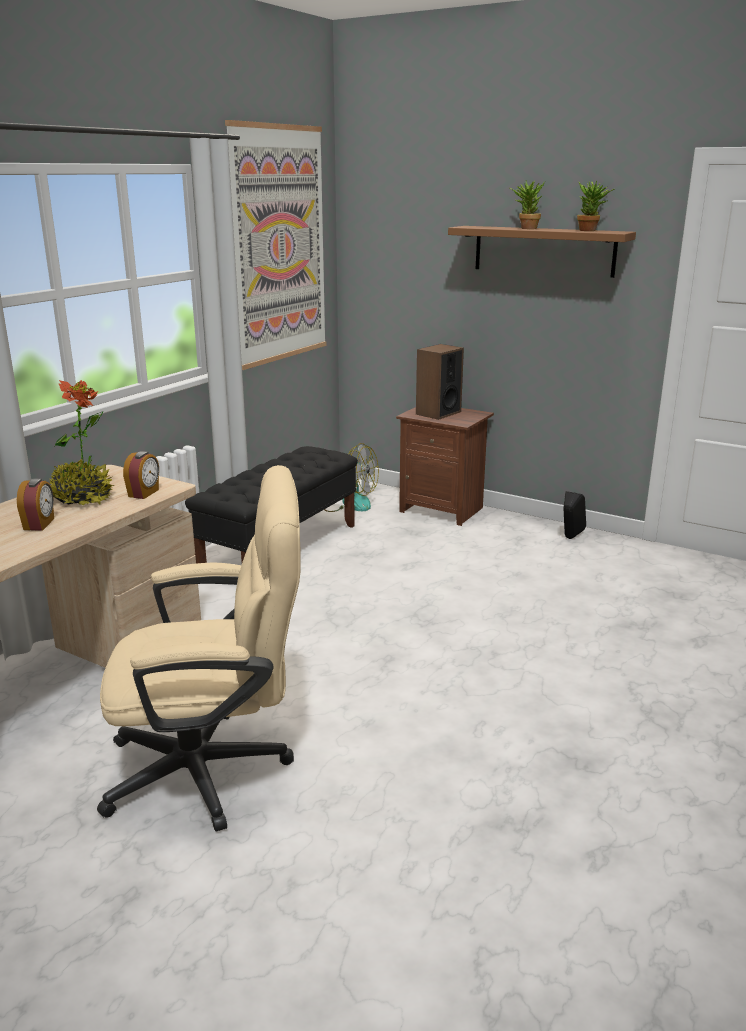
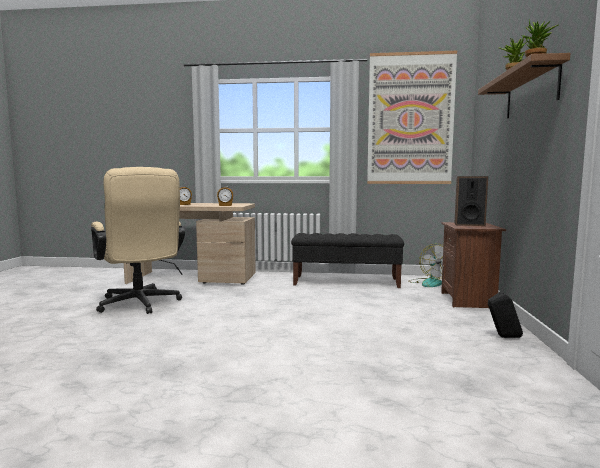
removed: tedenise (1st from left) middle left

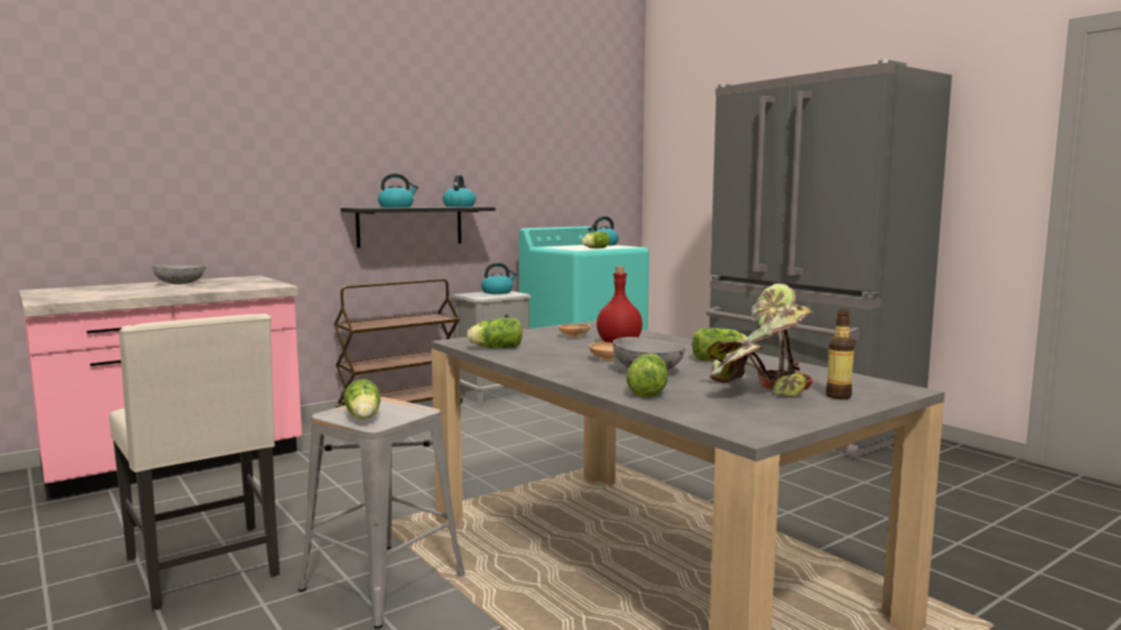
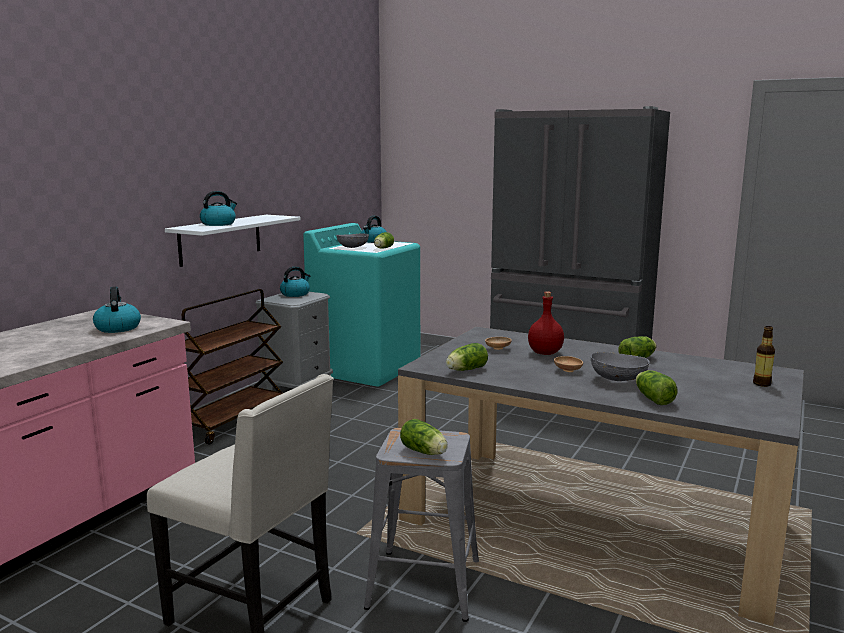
removed: tedenise middle right
moved: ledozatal (2nd from left in the first image) top centre to ledozatal (1st from left) middle left; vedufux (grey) (1st from left) middle left to centre
recoloured: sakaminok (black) centre to sakaminok (white) middle left

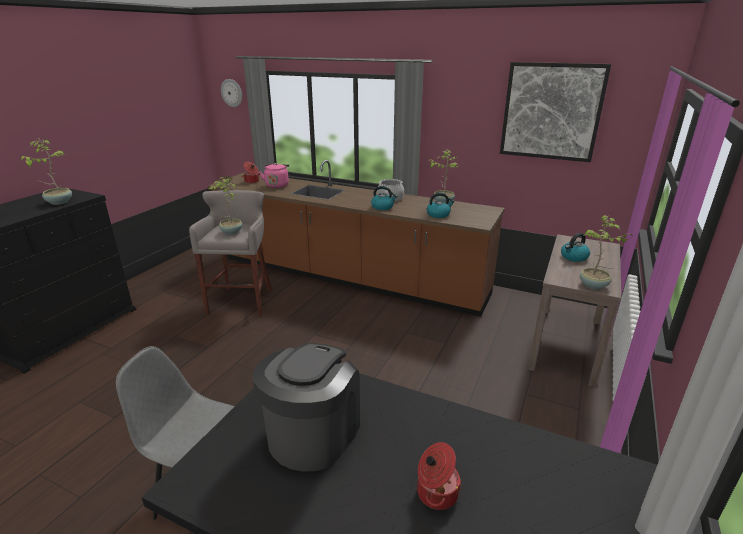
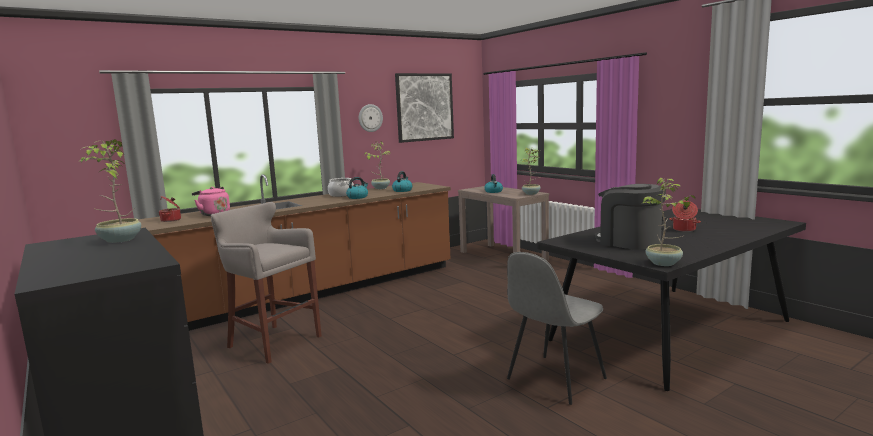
moved: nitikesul top left to top centre; tedenise (2nd from left in the first image) middle left to tedenise (4th from left) middle right

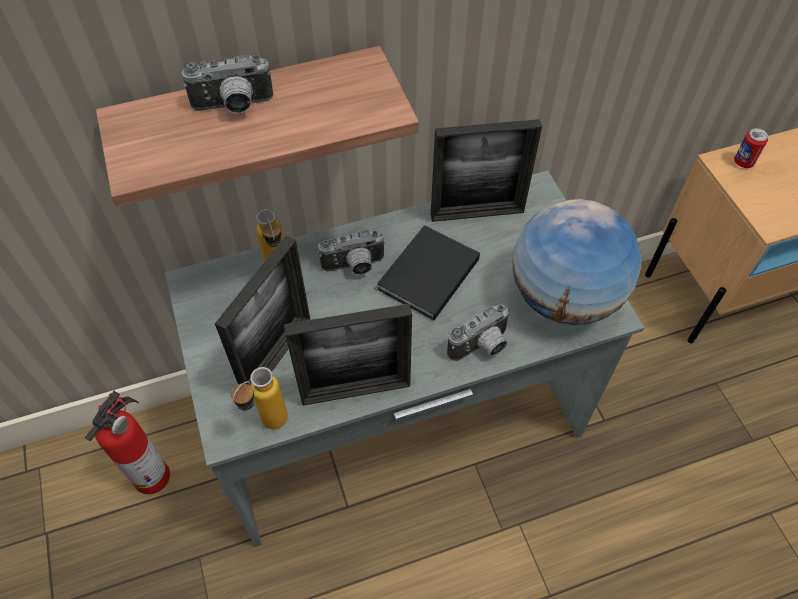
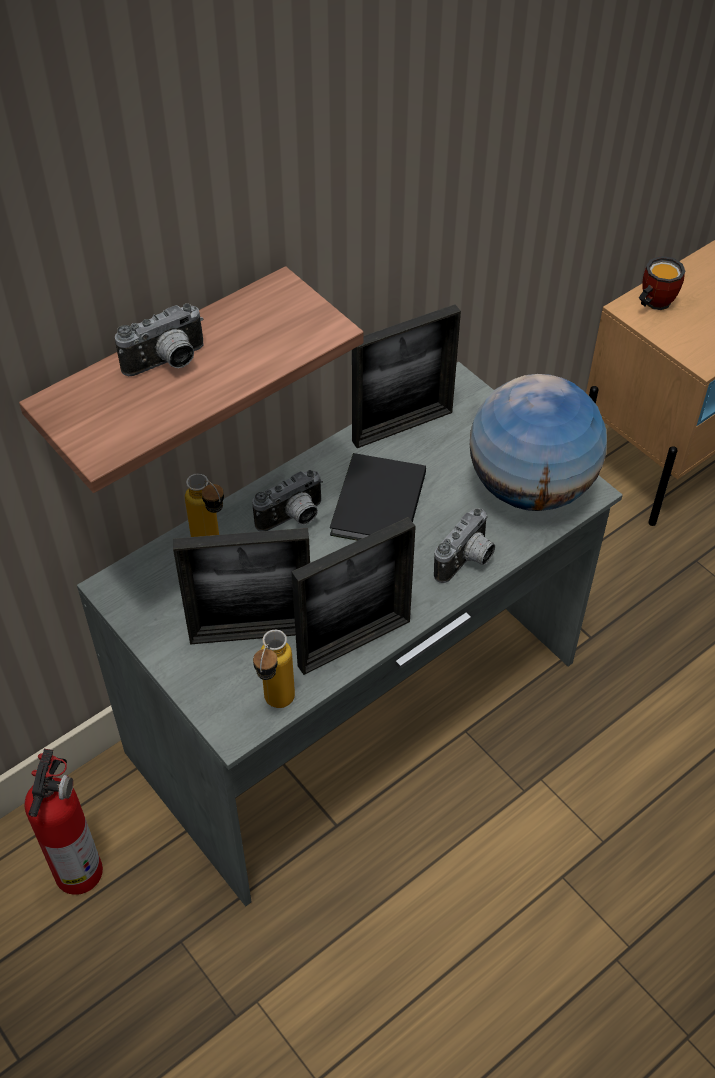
replaced: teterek top right to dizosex top right
turned: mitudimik (1st from left) middle left = centre 75 degrees clockwise

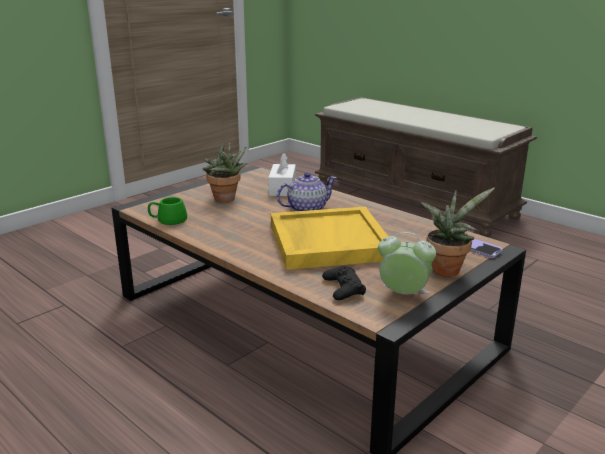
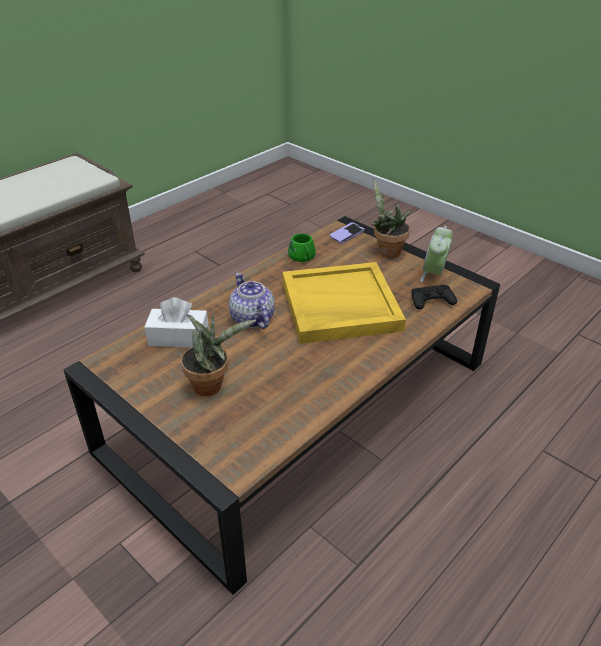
moved: dizosex (green) middle left to centre

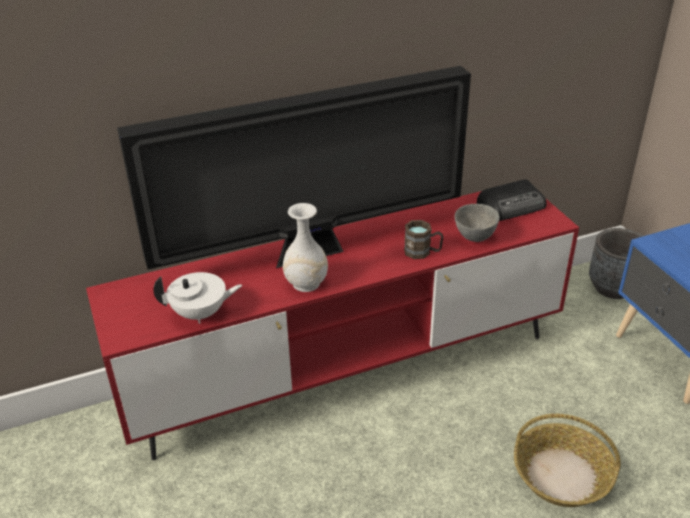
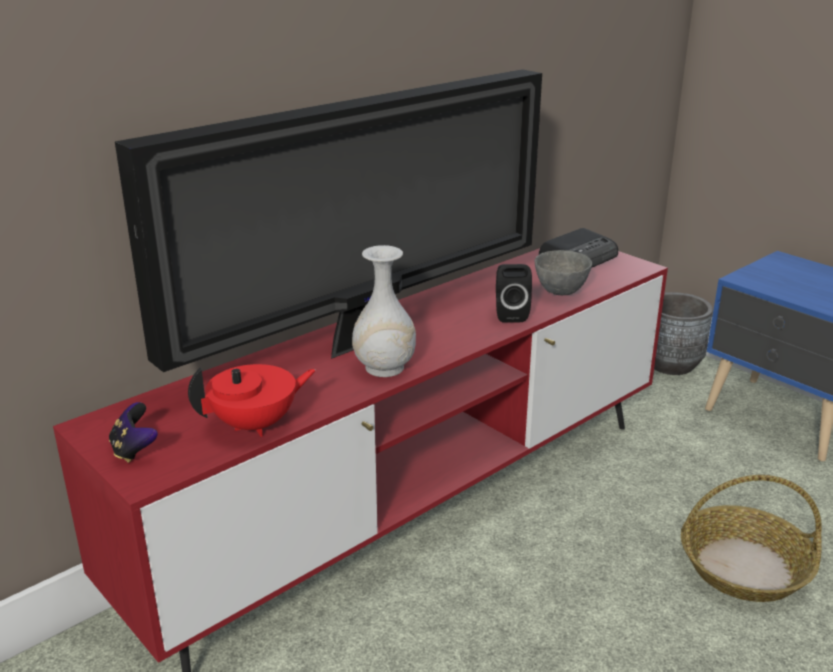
added: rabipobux middle left
replaced: dizosex (brown) centre to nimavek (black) centre
recoloured: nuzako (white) middle left to nuzako (red) middle left

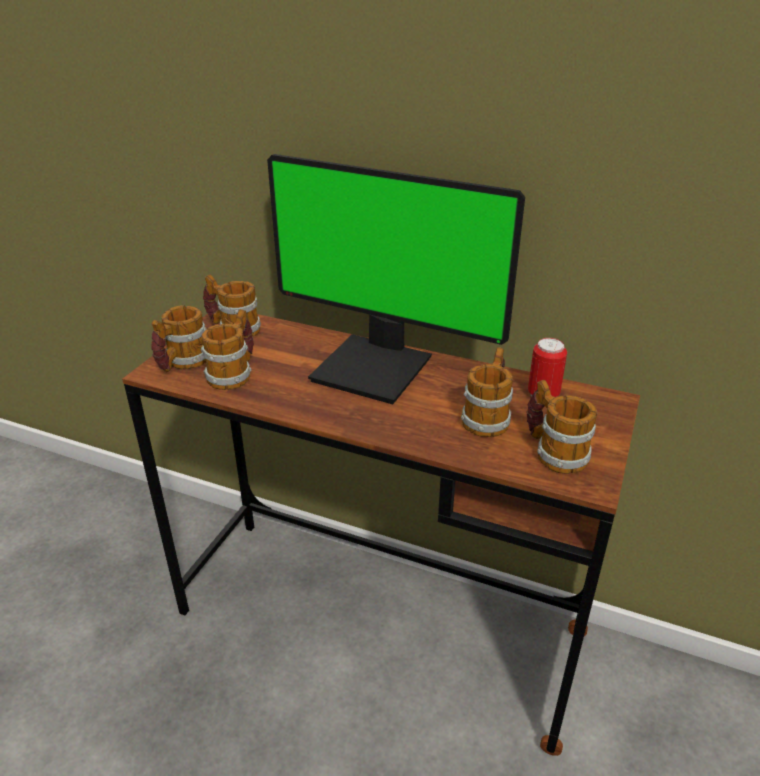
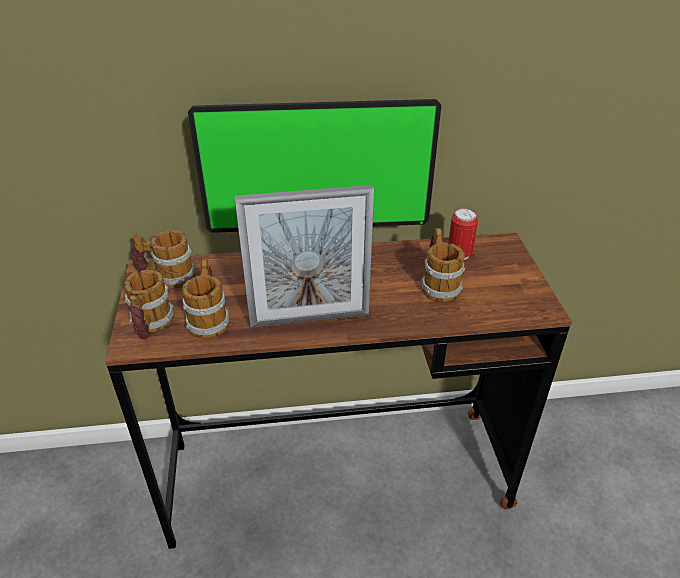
removed: dizosex (5th from left) middle right
added: mitudimik centre

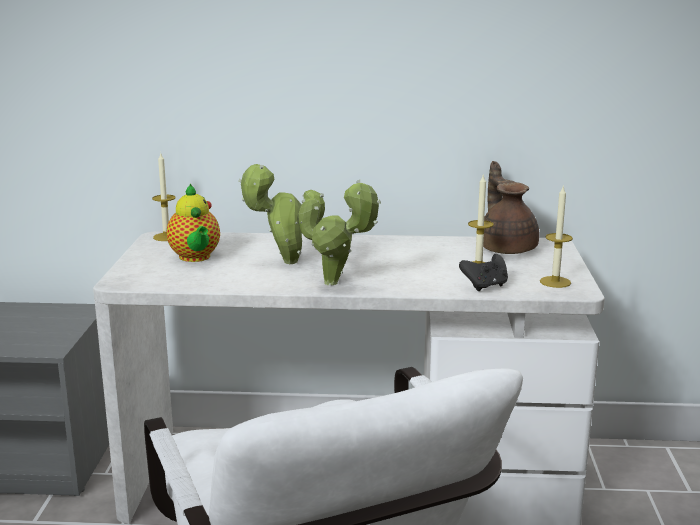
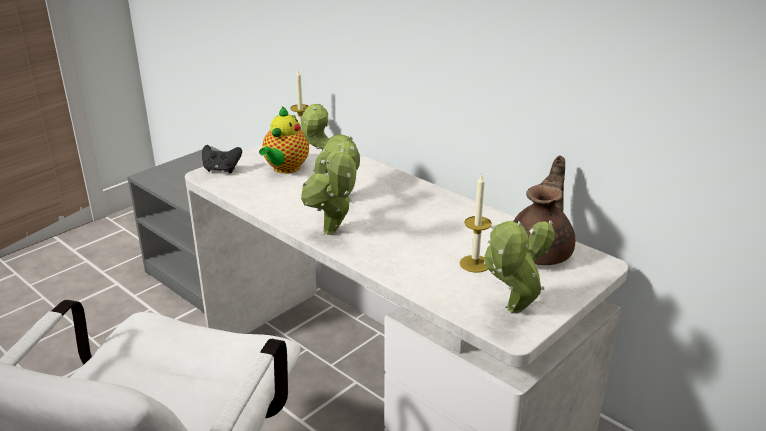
moved: rabipobux (black) middle right to middle left
replaced: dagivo (3rd from left) middle right to tedenise (3rd from left) middle right

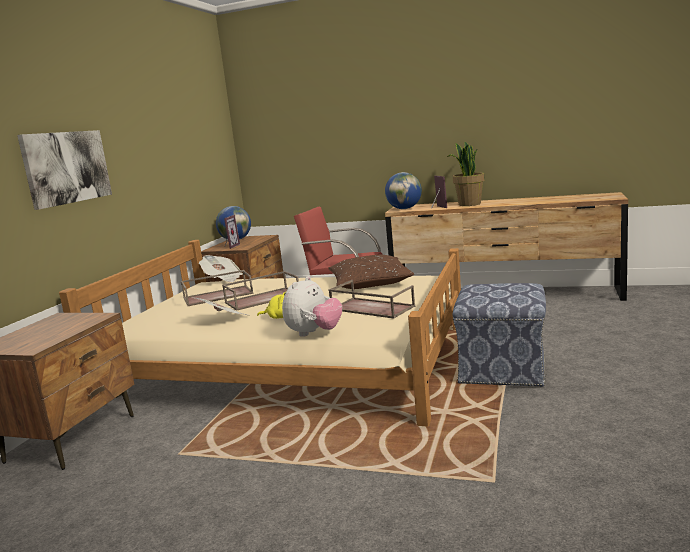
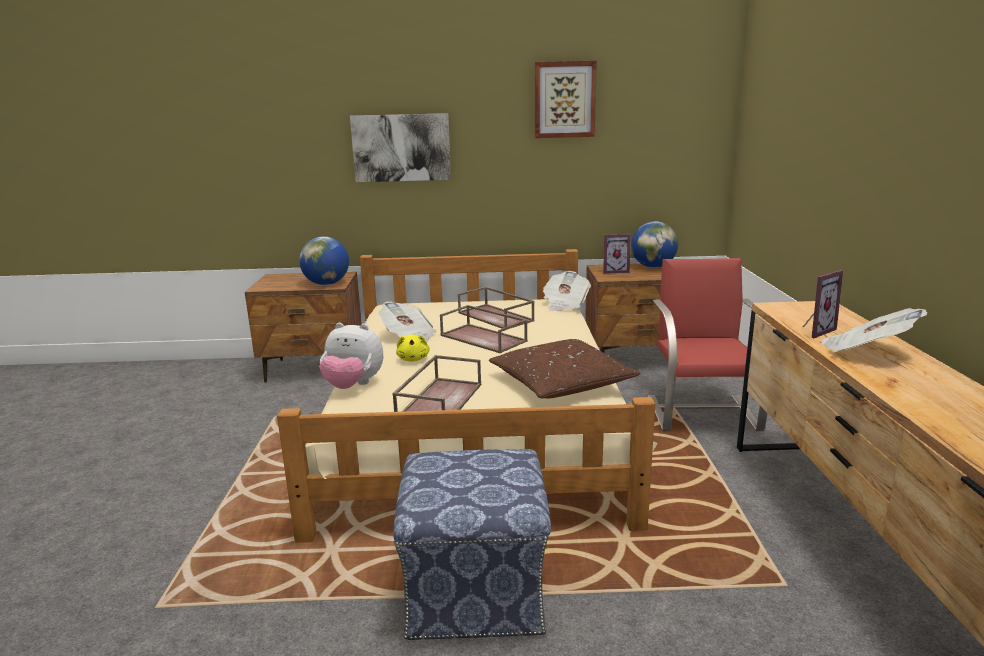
added: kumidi (2nd from left) top centre
moved: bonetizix (2nd from left in the first image) centre to bonetizix (1st from left) middle left
replaced: tedenise top right to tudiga (3rd from left) middle right

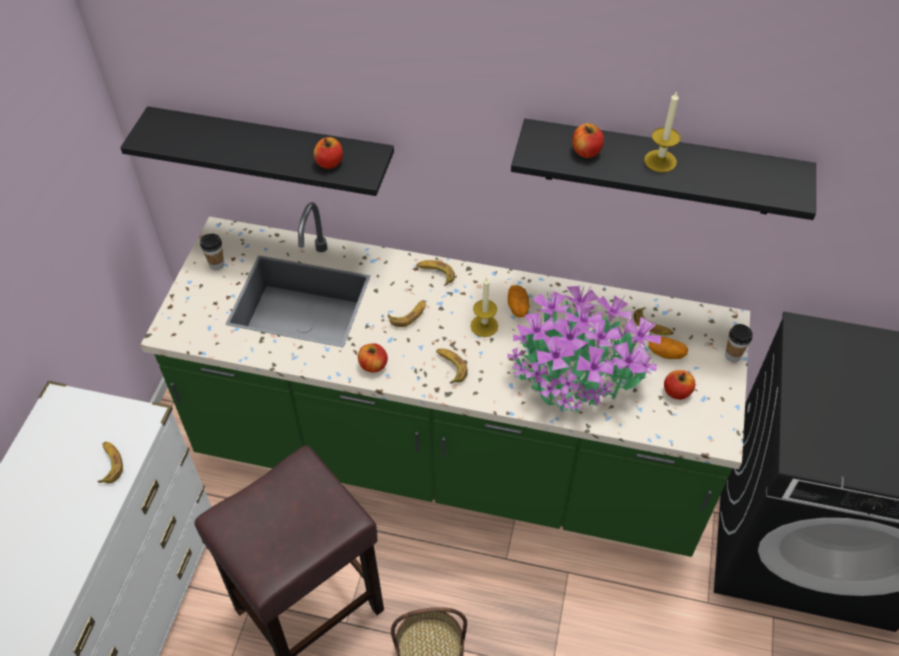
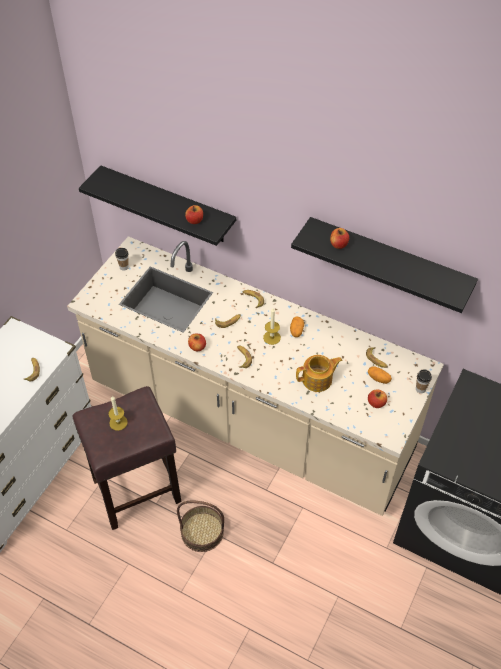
moved: dagivo (2nd from left in the first image) top right to dagivo (1st from left) middle left
replaced: tedenise centre to nuzako centre
recoloured: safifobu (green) centre to safifobu (beige) centre

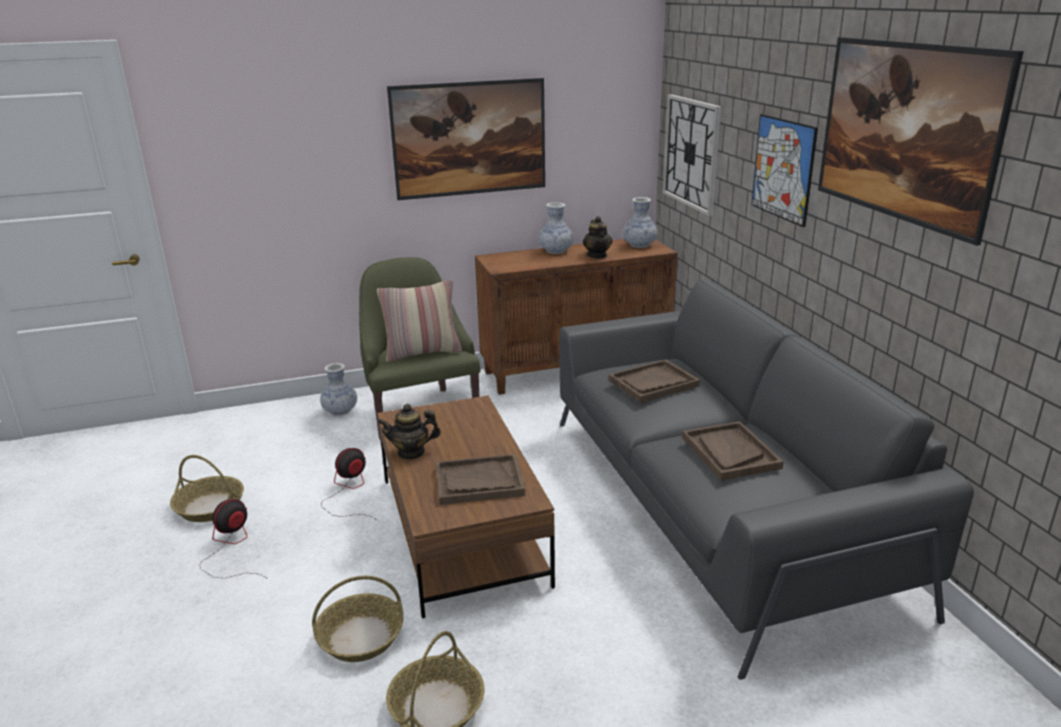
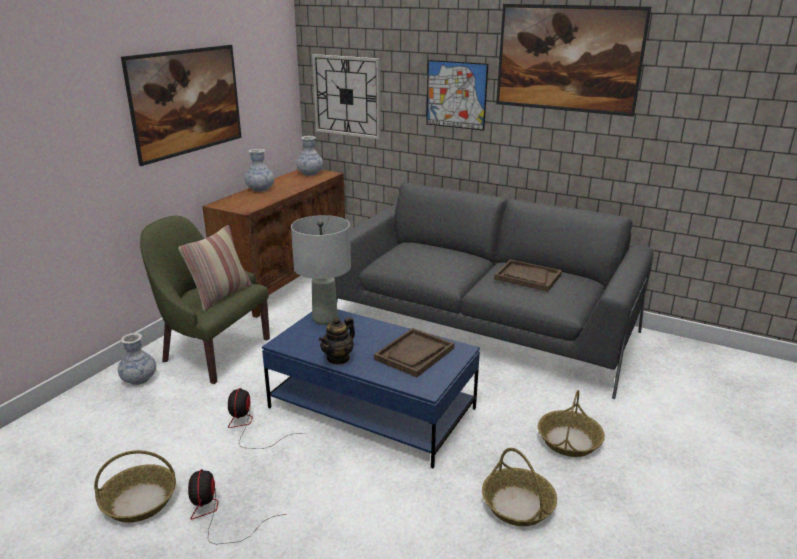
removed: nuzako (2nd from left) top centre; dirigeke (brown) (2nd from left) centre
added: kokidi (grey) centre
moved: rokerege (2nd from left in the first image) bottom centre to rokerege (3rd from left) bottom right
recoloured: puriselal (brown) bottom centre to puriselal (blue) bottom centre

